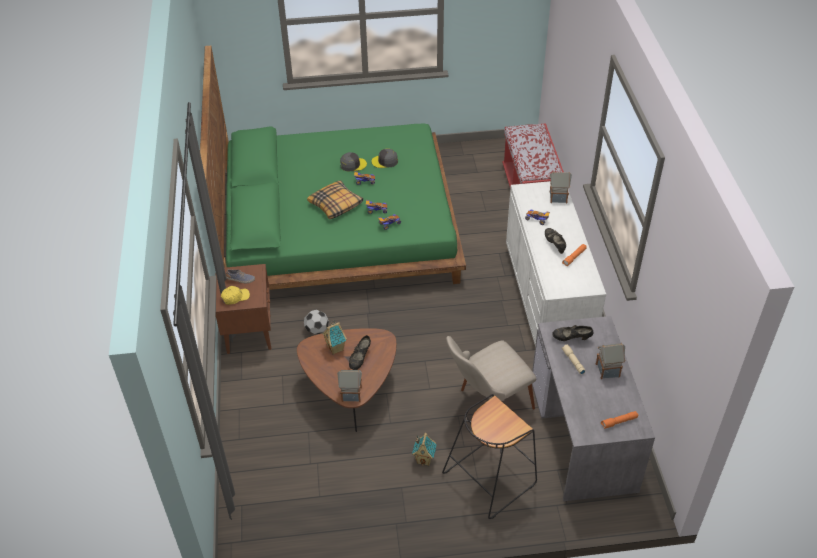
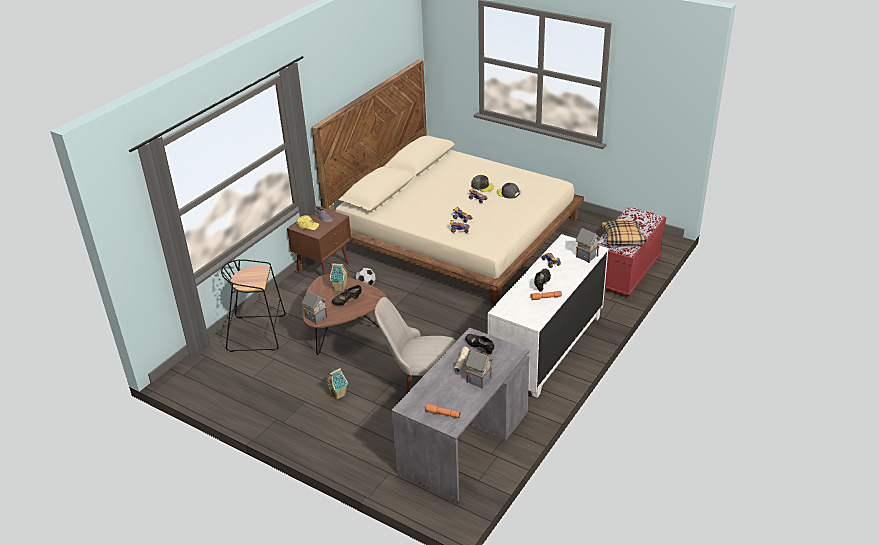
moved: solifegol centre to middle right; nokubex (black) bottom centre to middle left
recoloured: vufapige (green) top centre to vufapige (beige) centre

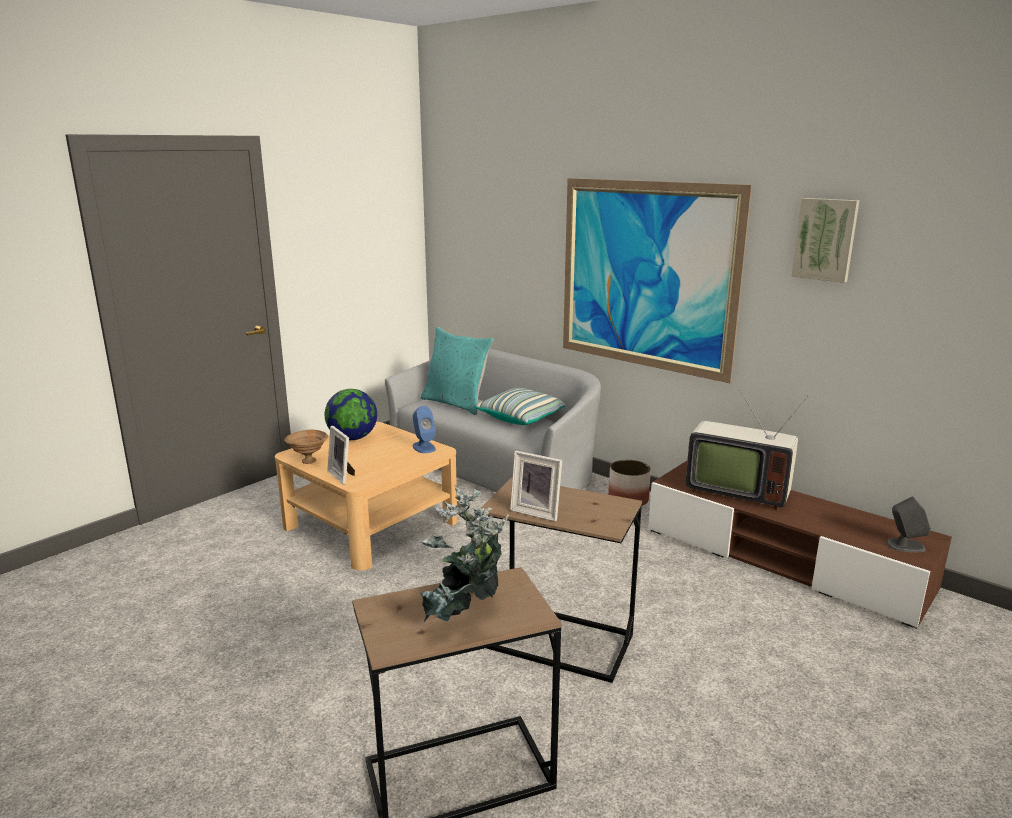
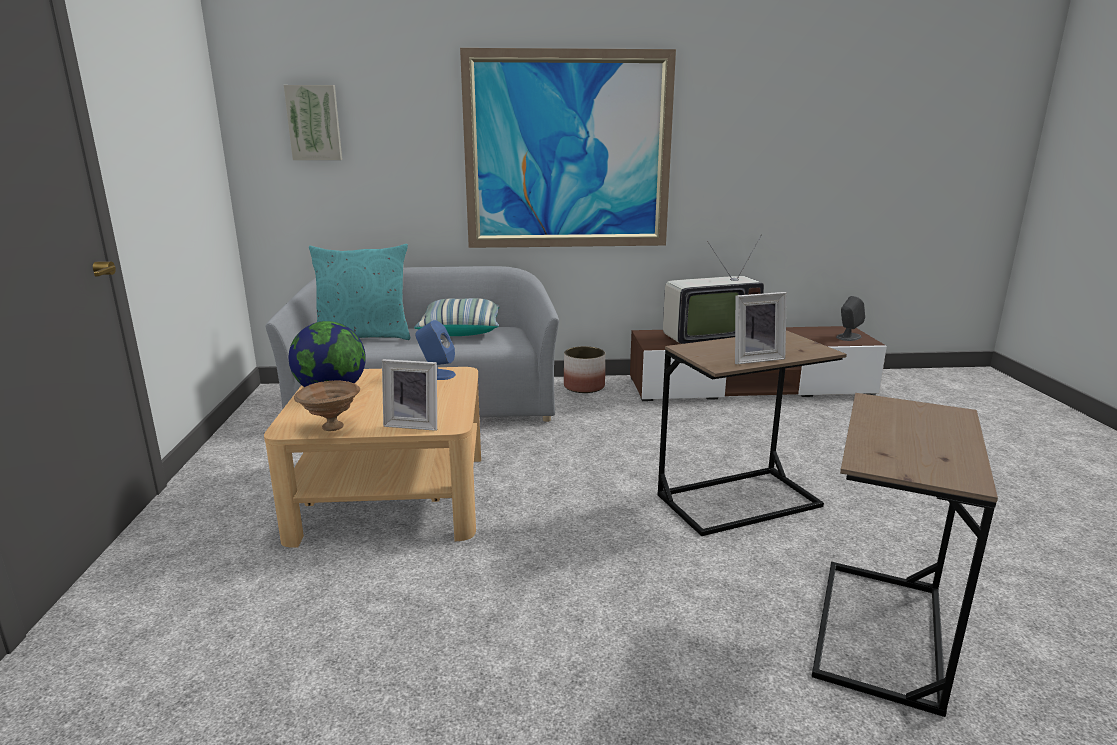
removed: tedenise bottom centre
moved: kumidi (2nd from left in the first image) top right to kumidi (1st from left) top left

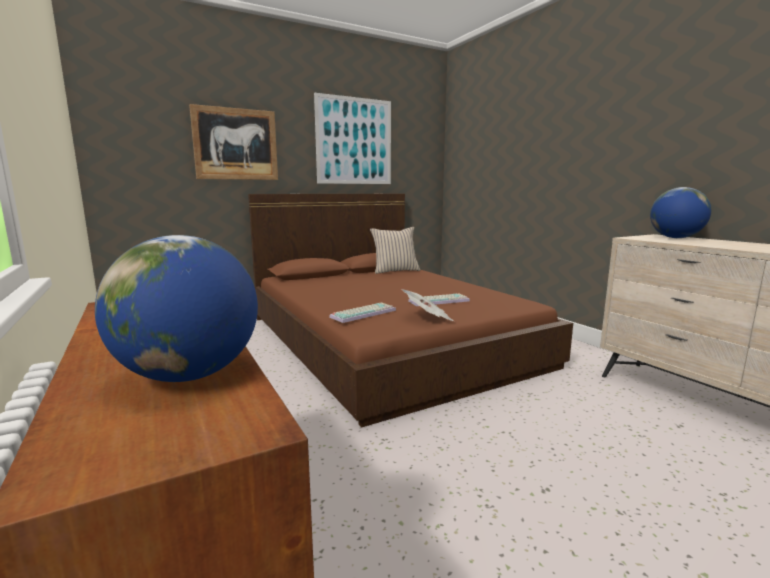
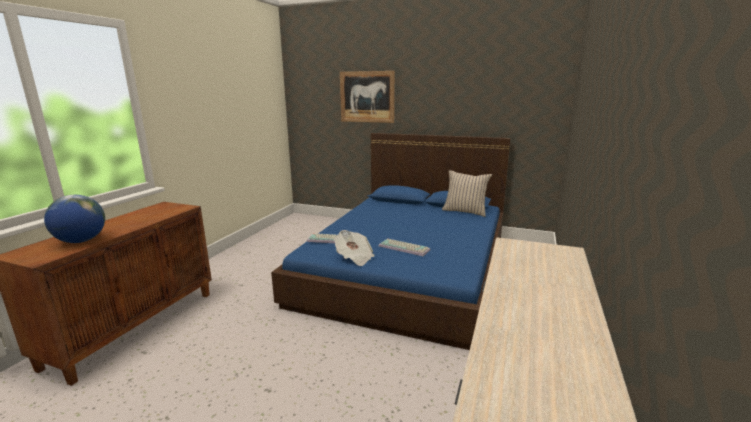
removed: kumidi (2nd from left) top centre; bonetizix (2nd from left) middle right
recoloured: vufapige (brown) centre to vufapige (blue) centre

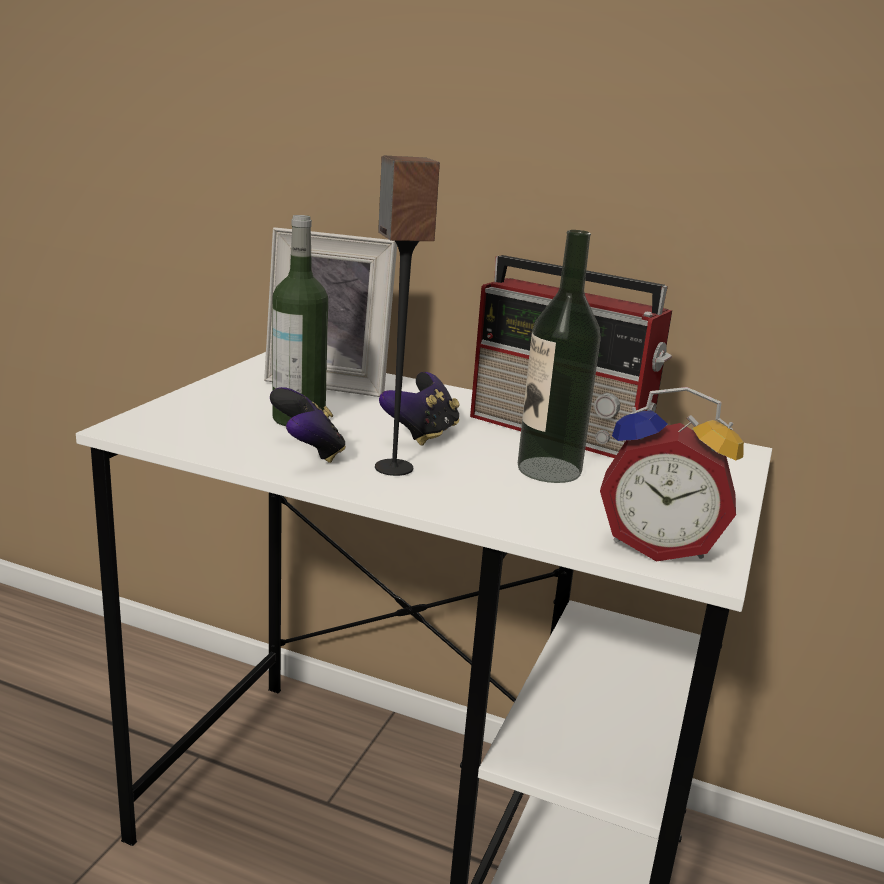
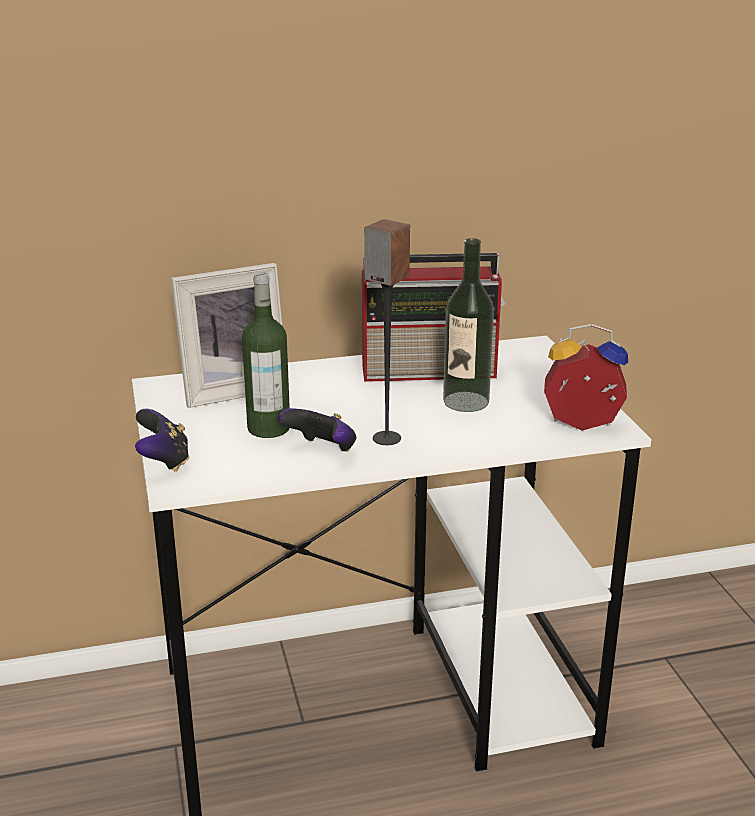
moved: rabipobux (2nd from left in the first image) centre to rabipobux (1st from left) middle left
turned: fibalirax middle right = middle right 150 degrees counterclockwise

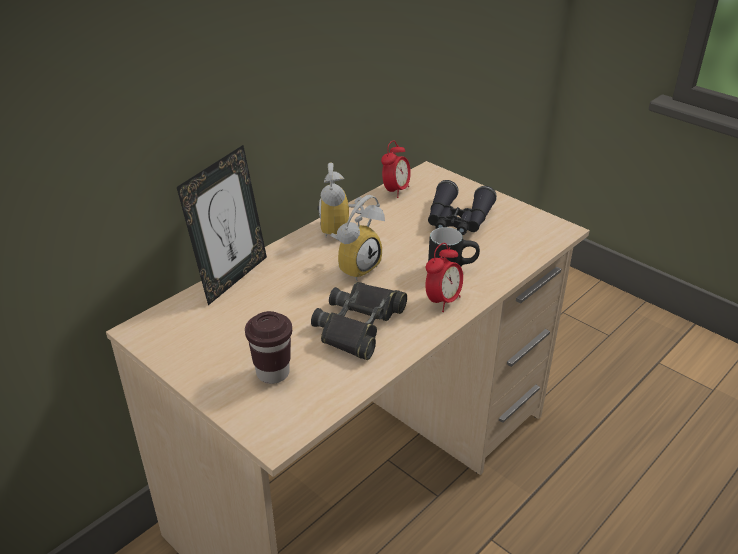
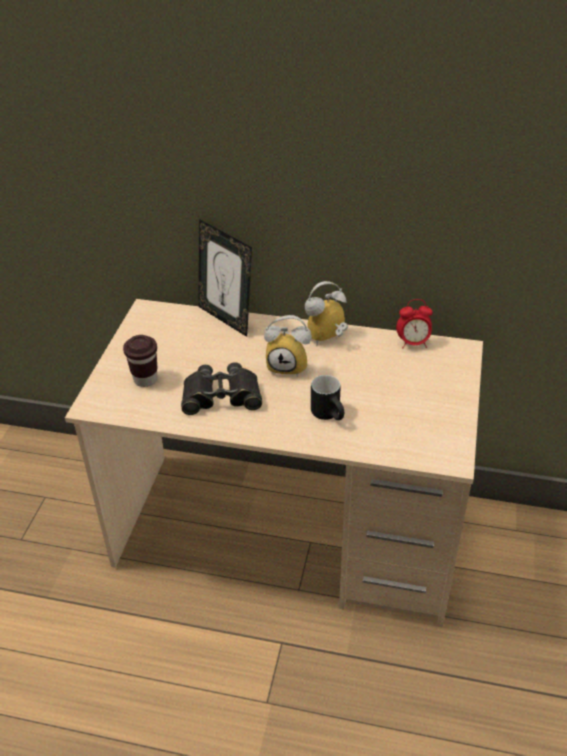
removed: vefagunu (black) (2nd from left) centre; fibalirax (4th from left) centre
turned: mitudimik middle left = centre 45 degrees clockwise

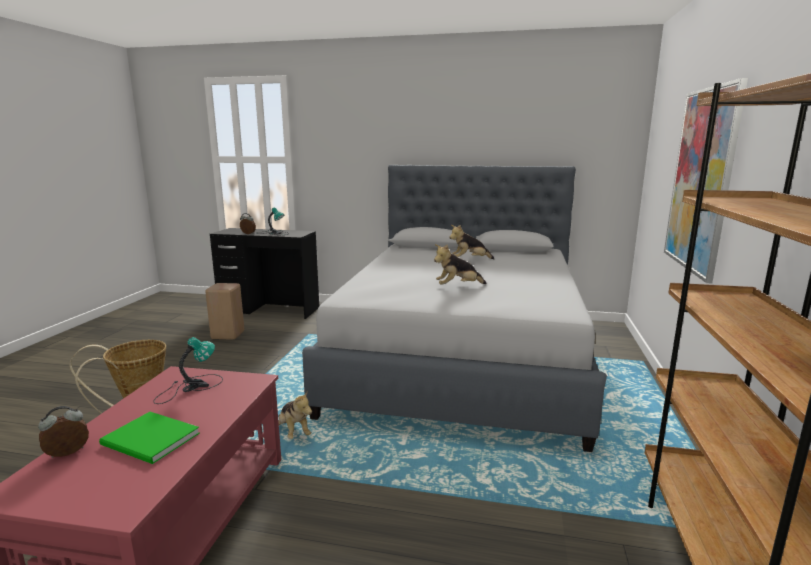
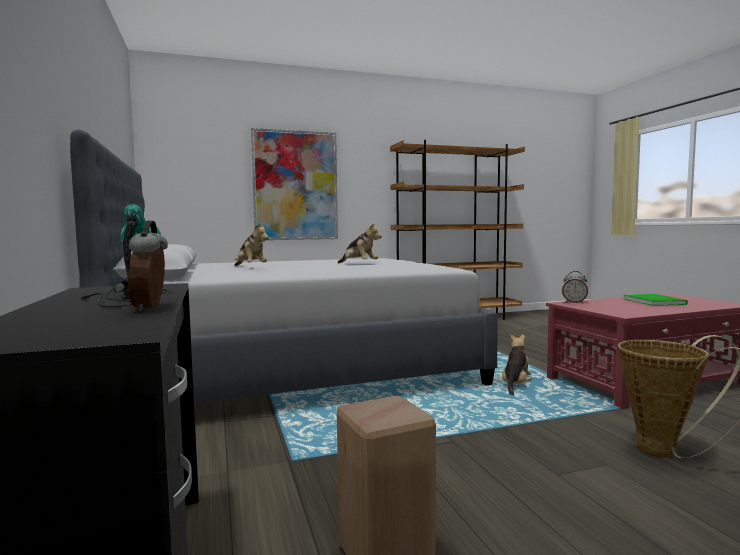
removed: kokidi (1st from left) middle left
moved: fibalirax (1st from left in the first image) bottom left to fibalirax (2nd from left) middle right

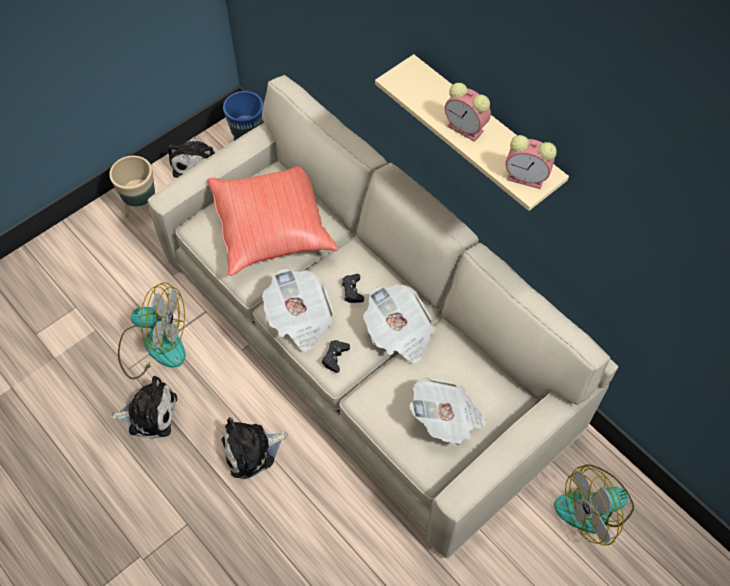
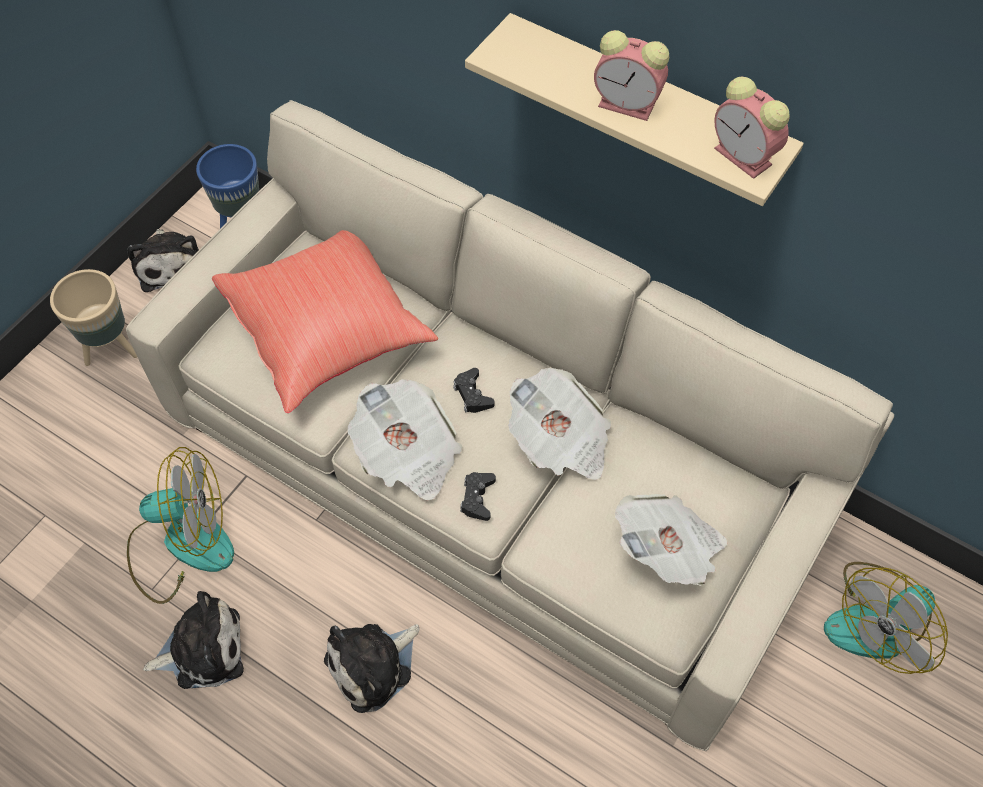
turned: fibalirax (2nd from left) top right = top right 45 degrees clockwise

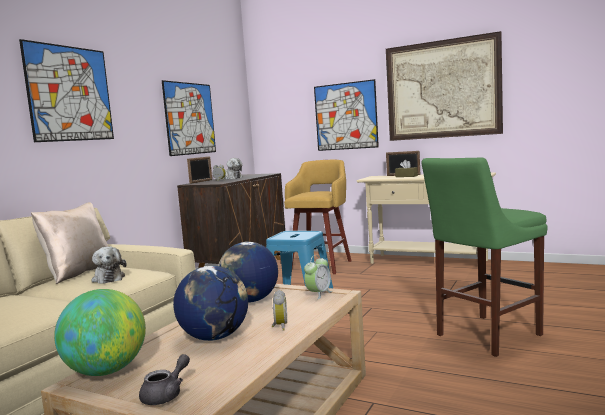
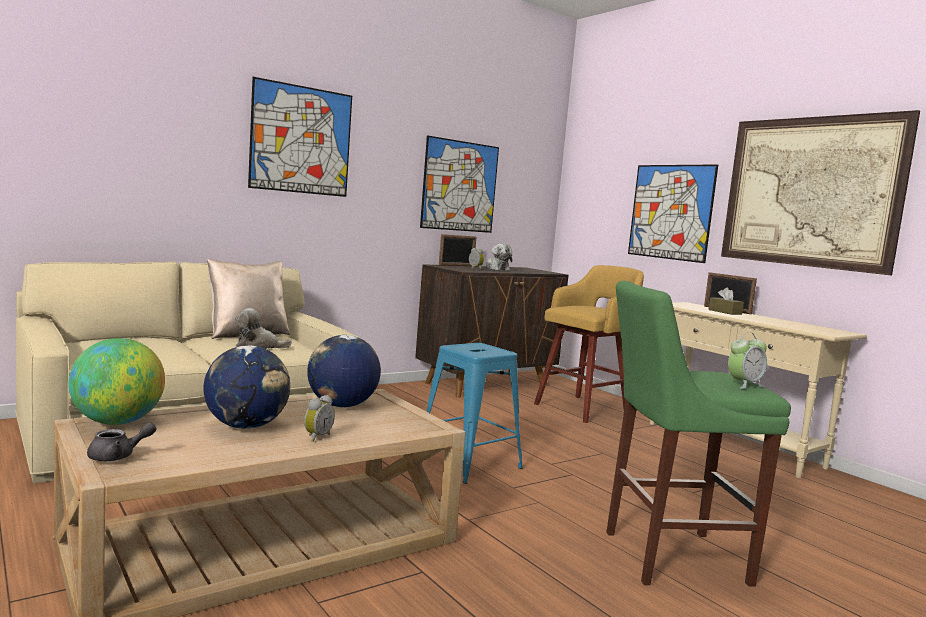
moved: fibalirax (3rd from left) bottom centre to middle right
turned: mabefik (1st from left) middle left = middle left 90 degrees clockwise

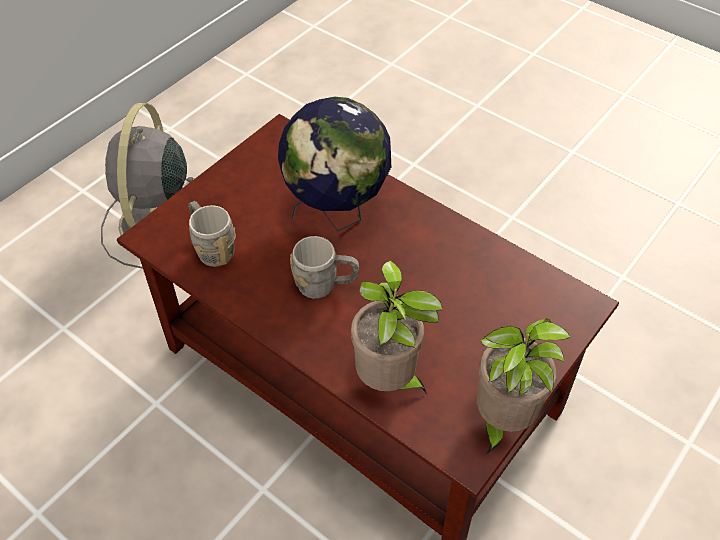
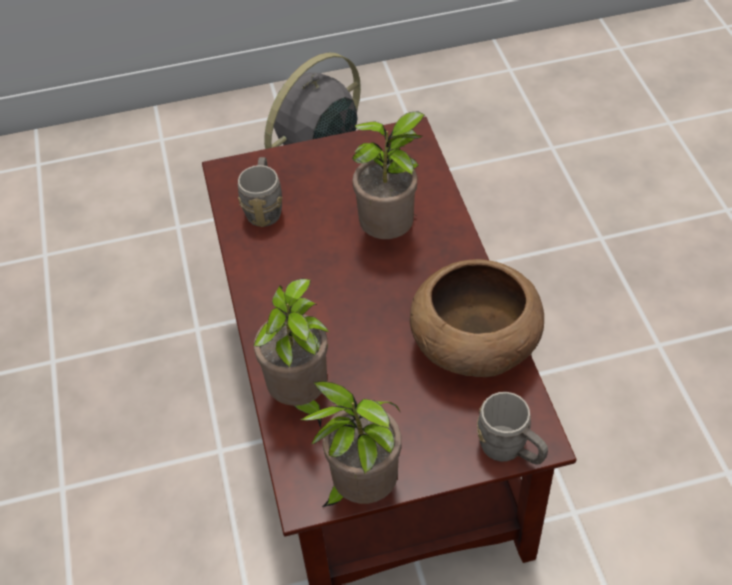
added: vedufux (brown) centre
moved: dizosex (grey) (2nd from left) centre to bottom right
replaced: bonetizix top centre to tedenise (3rd from left) top centre

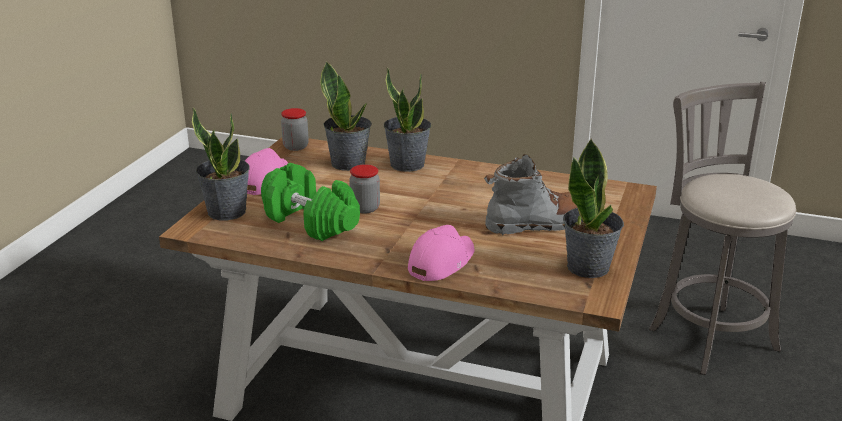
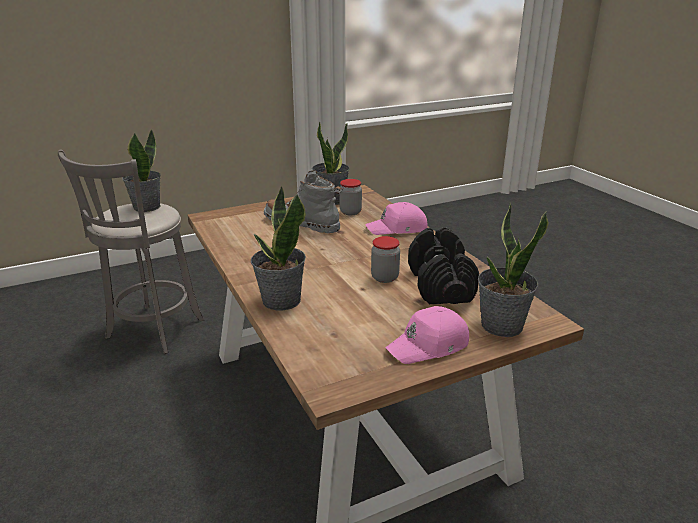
moved: tedenise (2nd from left in the first image) top centre to tedenise (1st from left) top left; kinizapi (1st from left) top centre to centre
recoloured: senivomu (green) centre to senivomu (black) centre

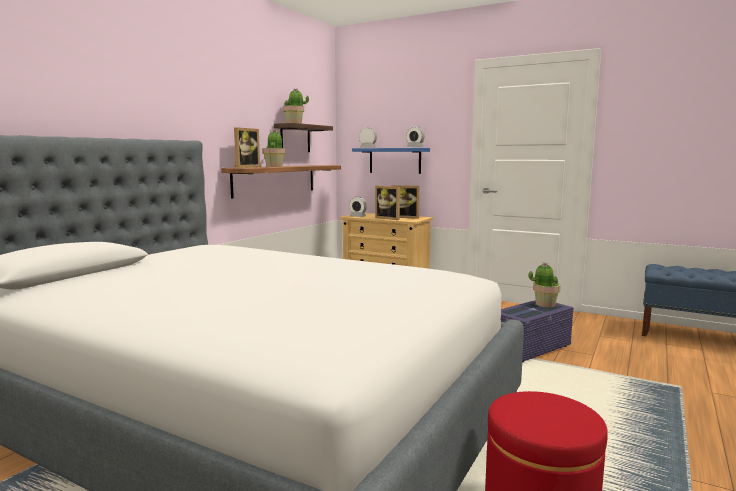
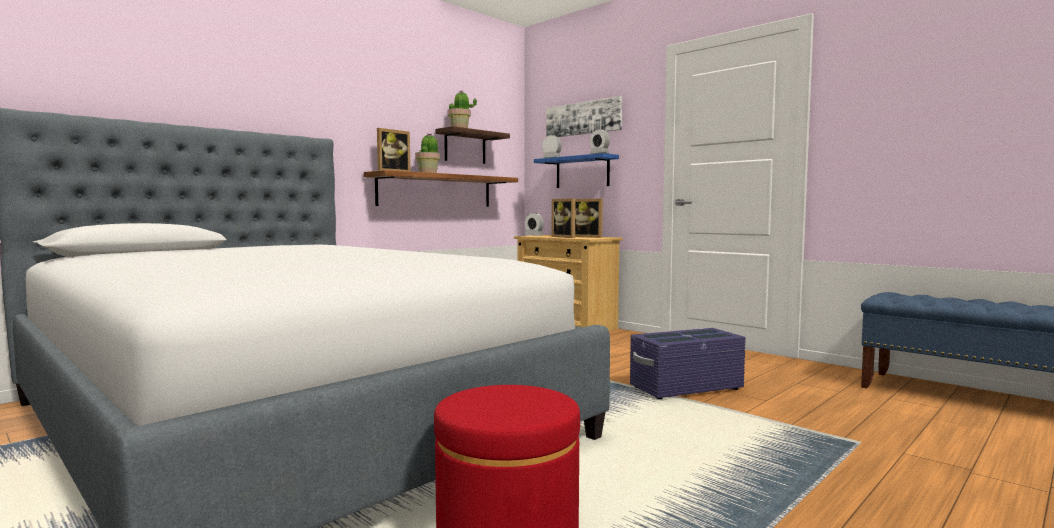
removed: tedenise (3rd from left) middle right
added: kumidi top centre

